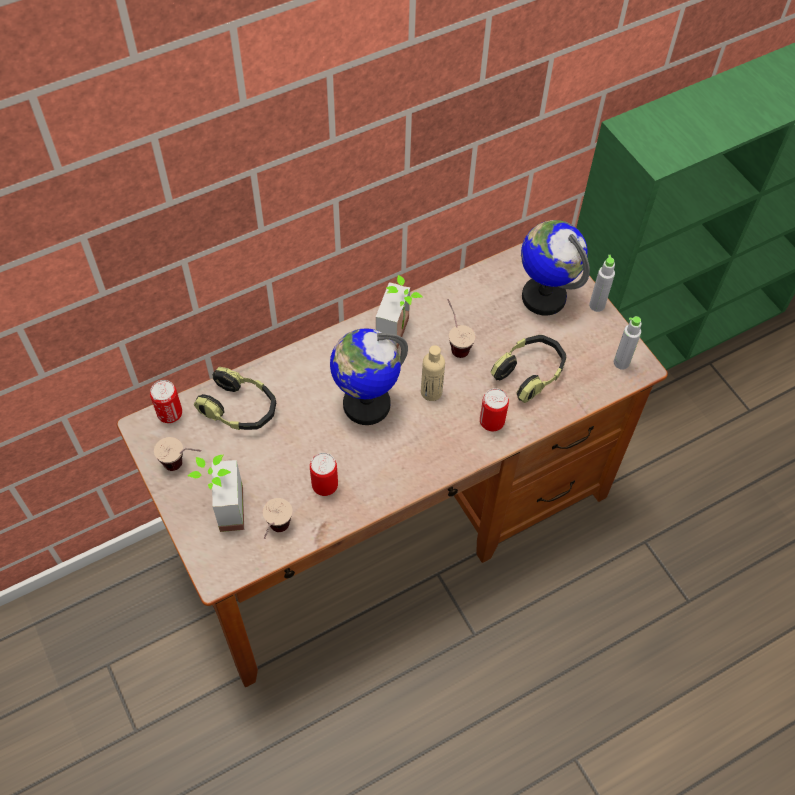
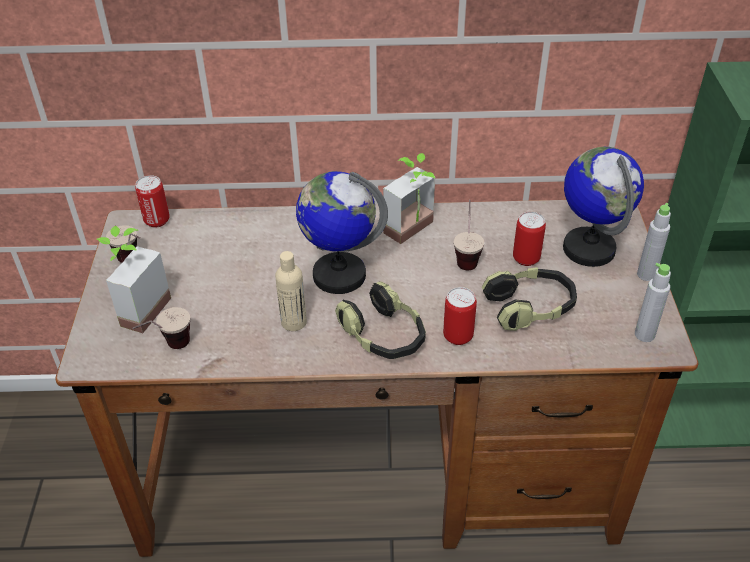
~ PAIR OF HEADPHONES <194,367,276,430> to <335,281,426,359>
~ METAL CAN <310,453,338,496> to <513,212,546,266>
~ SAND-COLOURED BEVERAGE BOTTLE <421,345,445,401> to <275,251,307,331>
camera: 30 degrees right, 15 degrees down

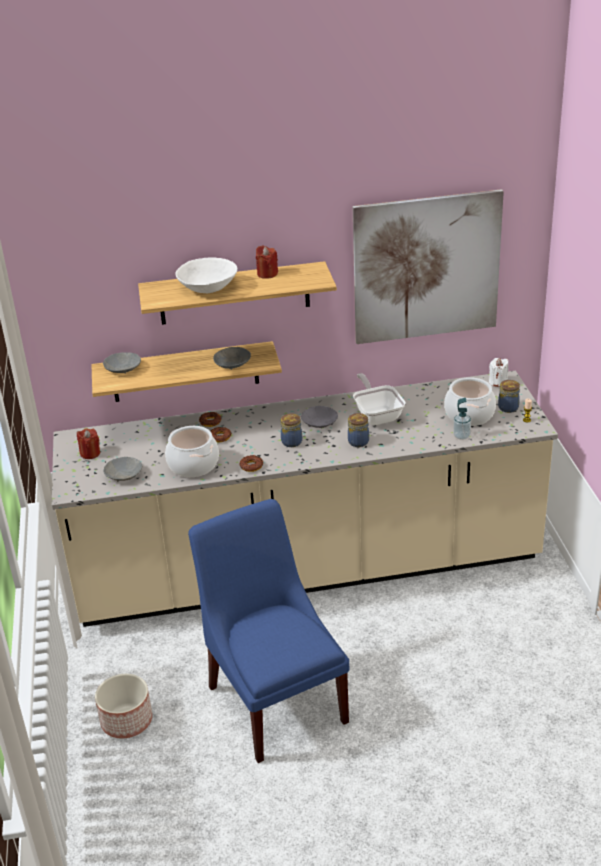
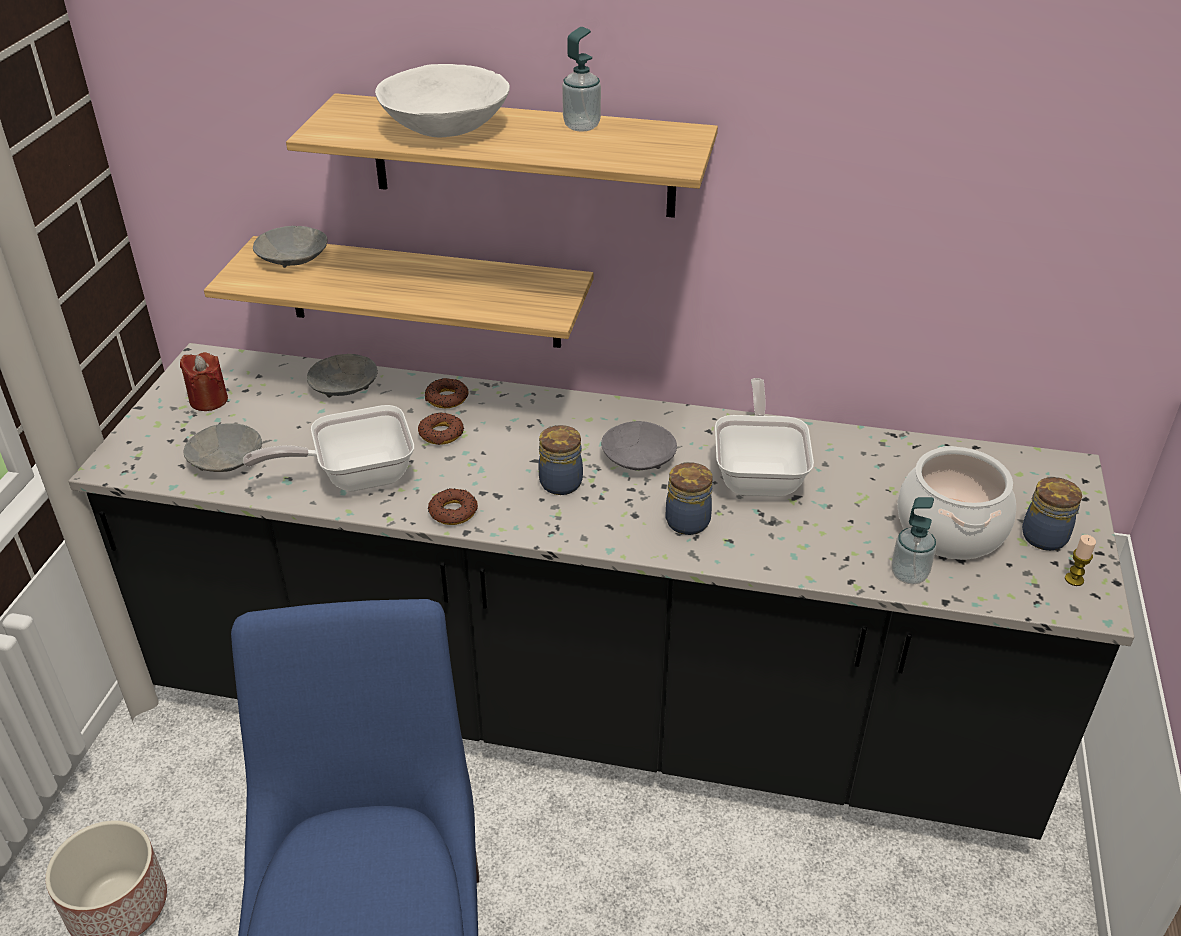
- WALL ART <353,189,504,344>
- WHITISH WAX CANDLE <489,358,508,387>
~ GREY BOWL <213,347,251,370> to <307,354,378,398>
~ SAUCEPOT <165,426,219,477> to SKILLET <243,405,414,491>
~ RED-COLOURED WAX CANDLE <256,245,278,279> to SOAP DISPENSER <562,27,601,132>
~ SAND-COLOURED KITCHEN BASE UNIT <52,371,558,627> to BLACK KITCHEN BASE UNIT <68,343,1134,840>
camera: 20 degrees right, 5 degrees up

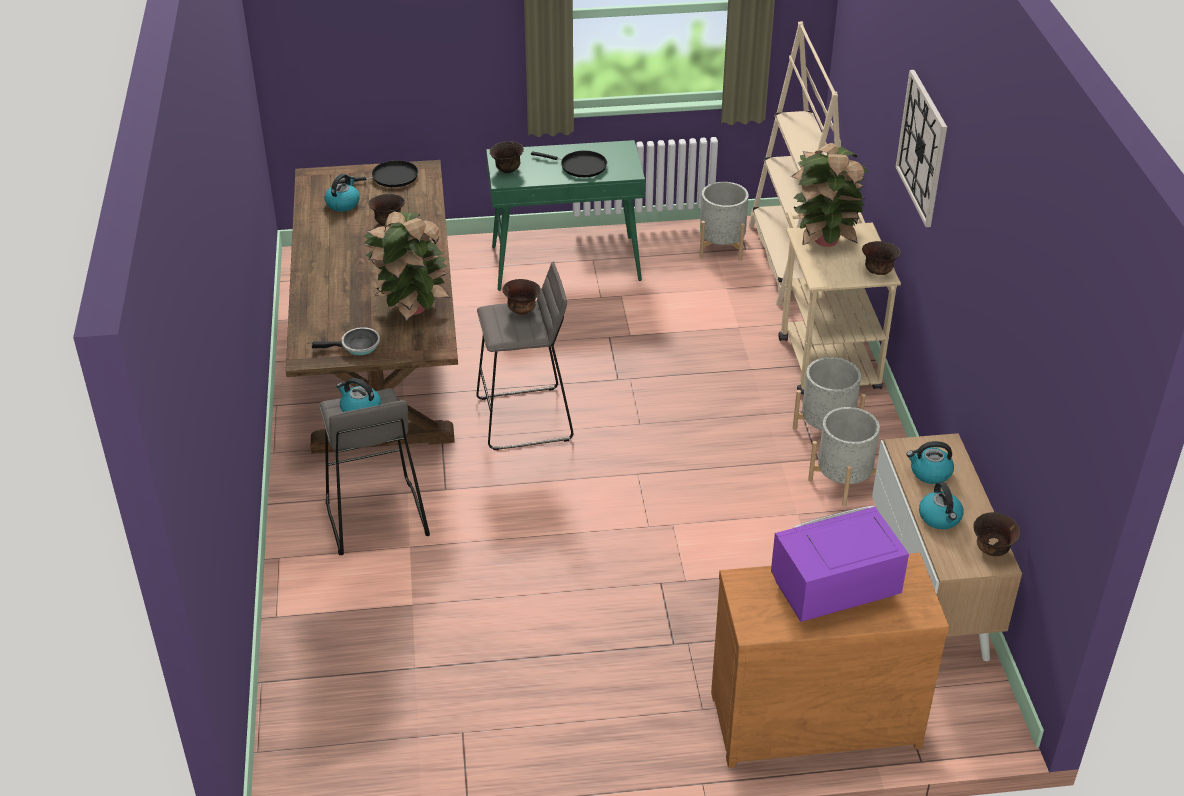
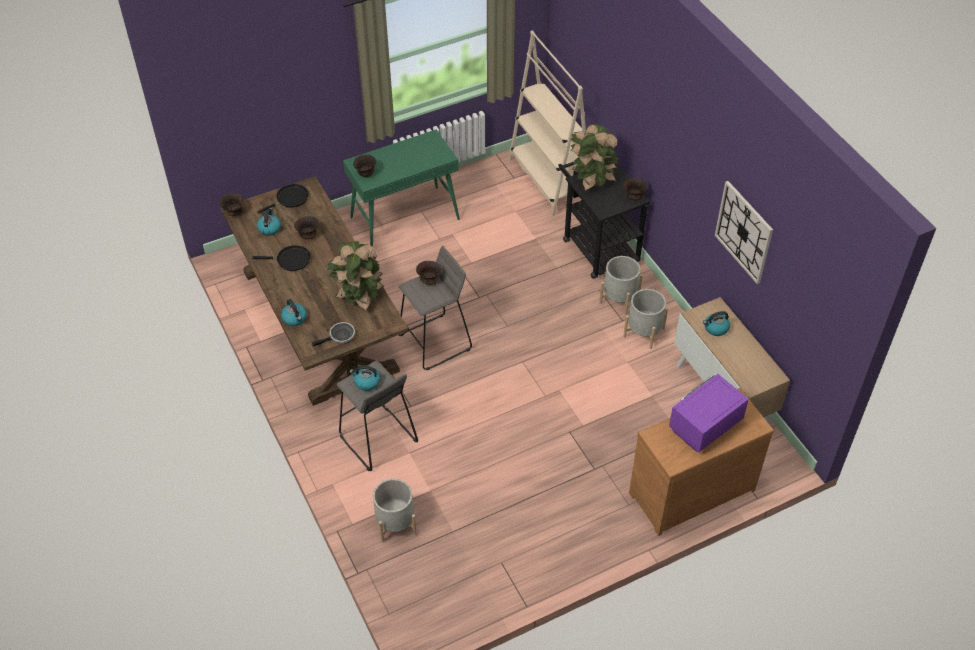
~ BLACK SKILLET <531,151,607,177> to <252,245,311,271>
~ GREY PLANT POT <699,182,749,261> to <373,478,417,542>
~ CLOCK ON THE WALL <895,70,947,227> to <715,181,773,284>
~ TEA KETTLE <919,482,964,529> to <281,299,307,326>
~ BROWN BOWL <973,512,1020,556> to <219,193,244,216>
~ SAND-COLOURED CART <778,212,901,394> to BLACK CART <559,162,651,279>
camera: 20 degrees left, 10 degrees up

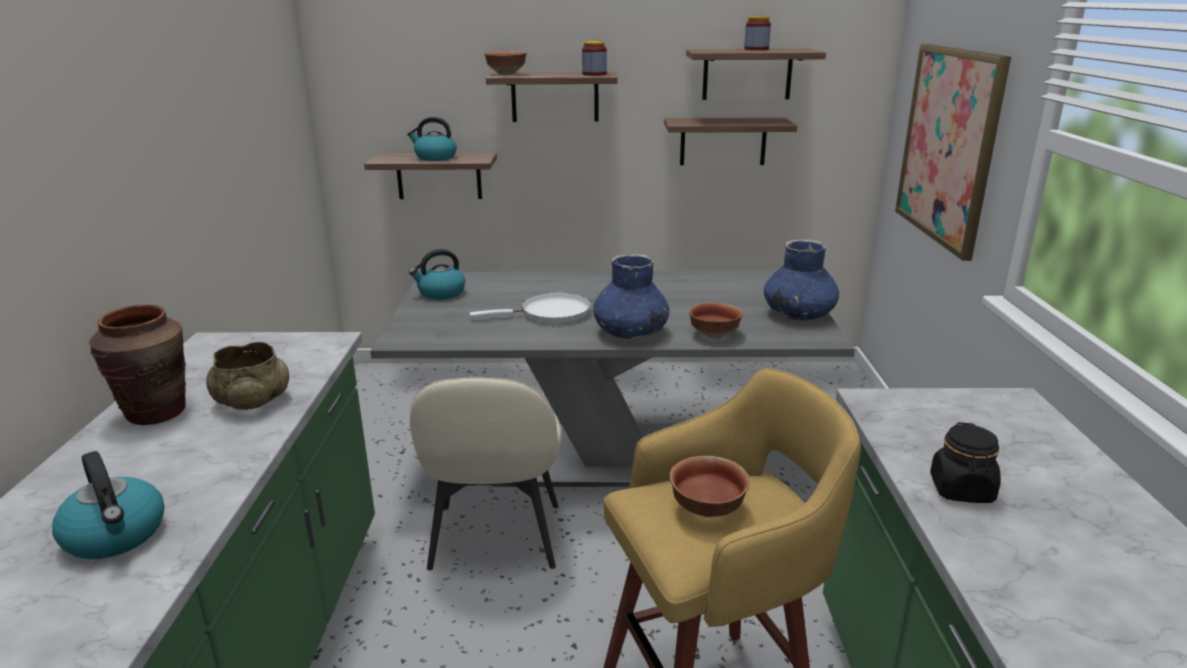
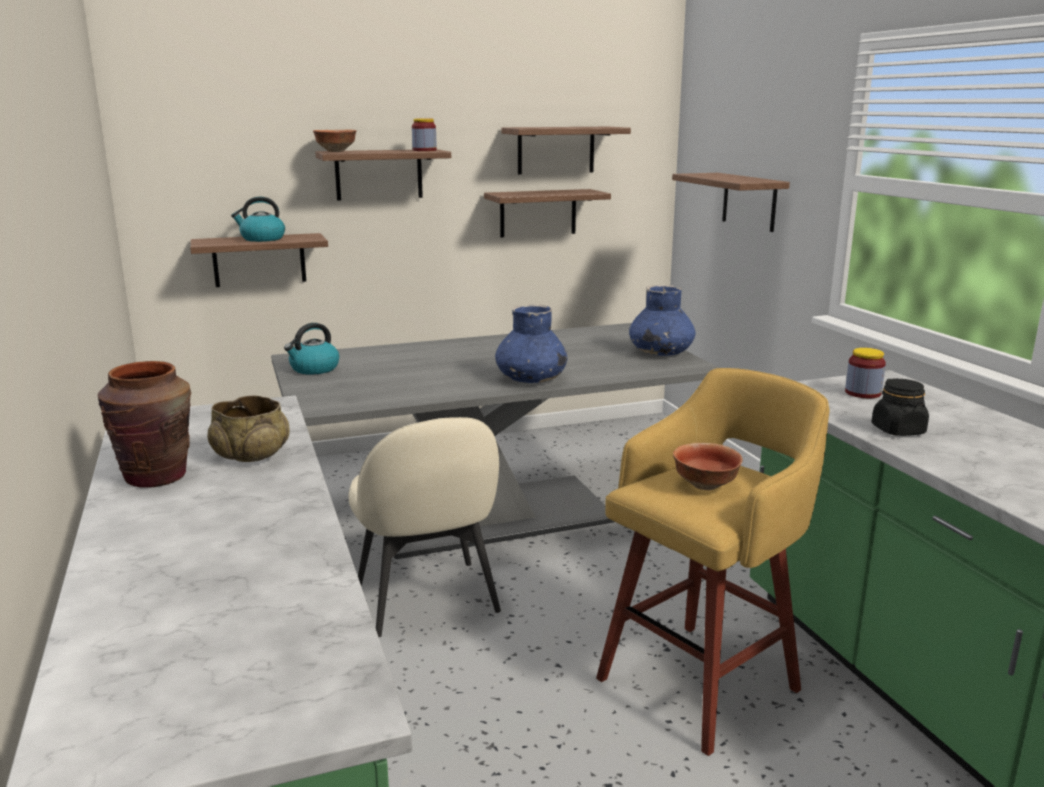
- TEA KETTLE <52,451,164,559>
- WHITISH SKILLET <470,292,591,323>
- BOWL <689,302,743,339>
~ STORAGE JAR <744,16,771,50> to <845,348,886,398>
~ WALL ART <895,44,1011,261> to BRACKET SHELF <672,173,790,232>
camera: 20 degrees left, 5 degrees down

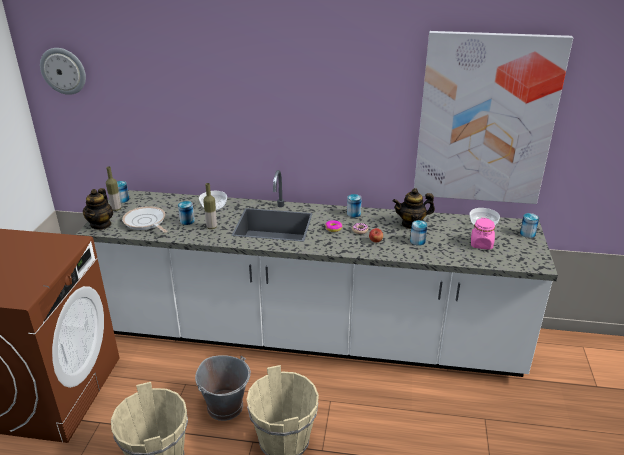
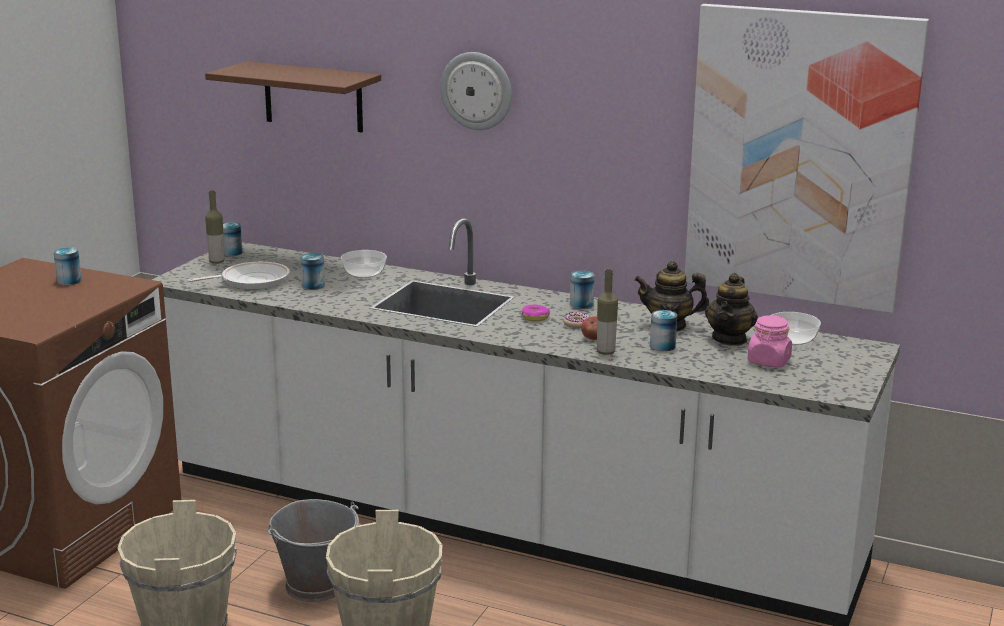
+ BROWN BRACKET SHELF <205,61,381,132>
~ CLOCK ON THE WALL <40,48,86,95> to <440,52,512,130>
~ TEA POT <83,188,113,230> to <705,273,758,346>
~ BEVERAGE BOTTLE <203,183,217,229> to <597,269,618,355>
~ METAL CAN <520,213,539,238> to <54,247,82,285>
~ SKILLET <122,206,168,233> = <188,262,290,290> 90 degrees clockwise
camera: 15 degrees right, 10 degrees down

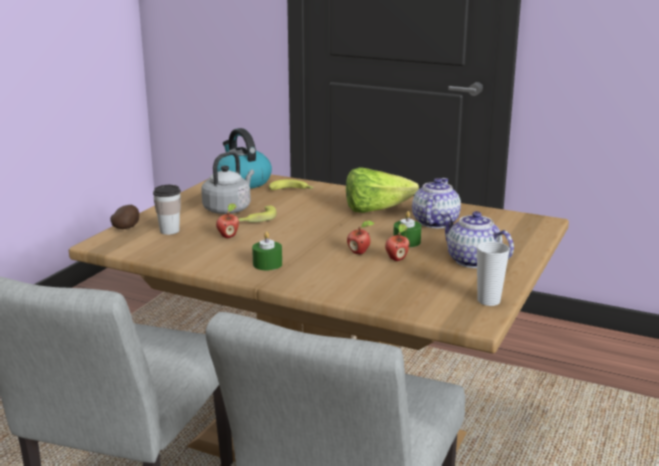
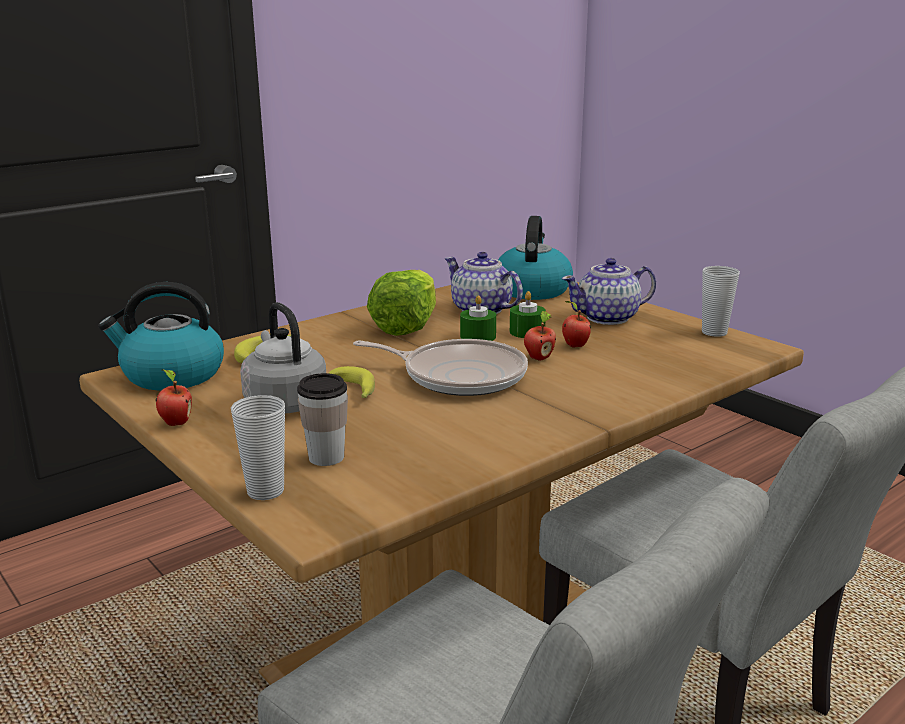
+ SKILLET <353,339,528,396>
+ TEA KETTLE <498,216,573,300>
~ APPLE FRUIT <216,203,239,238> to <156,369,192,426>
~ GREEN WAX CANDLE <252,232,282,270> to <460,295,496,341>
~ SPUD <110,205,139,229> to DRINKING CUP <231,395,285,500>
camera: 65 degrees left, 0 degrees up

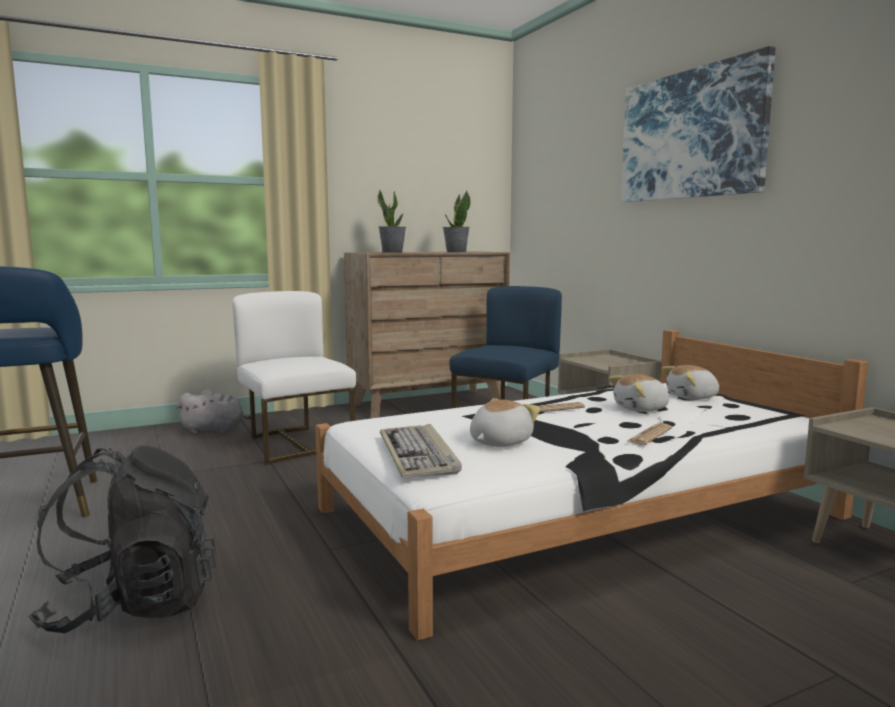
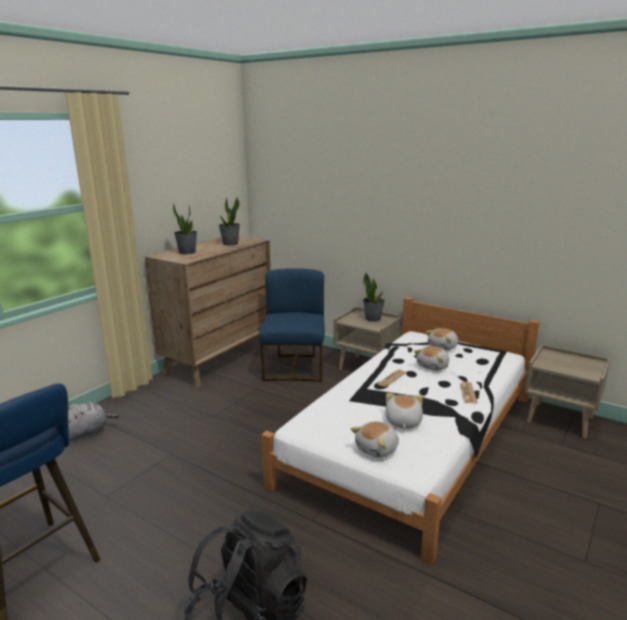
- WHITISH CHAIR <232,291,356,465>
- WALL ART <621,46,776,202>
+ PLANT IN A POT <363,273,385,322>
~ PC KEYBOARD <380,424,462,478> to CUDDLY TOY <351,421,399,458>
camera: 30 degrees left, 10 degrees up

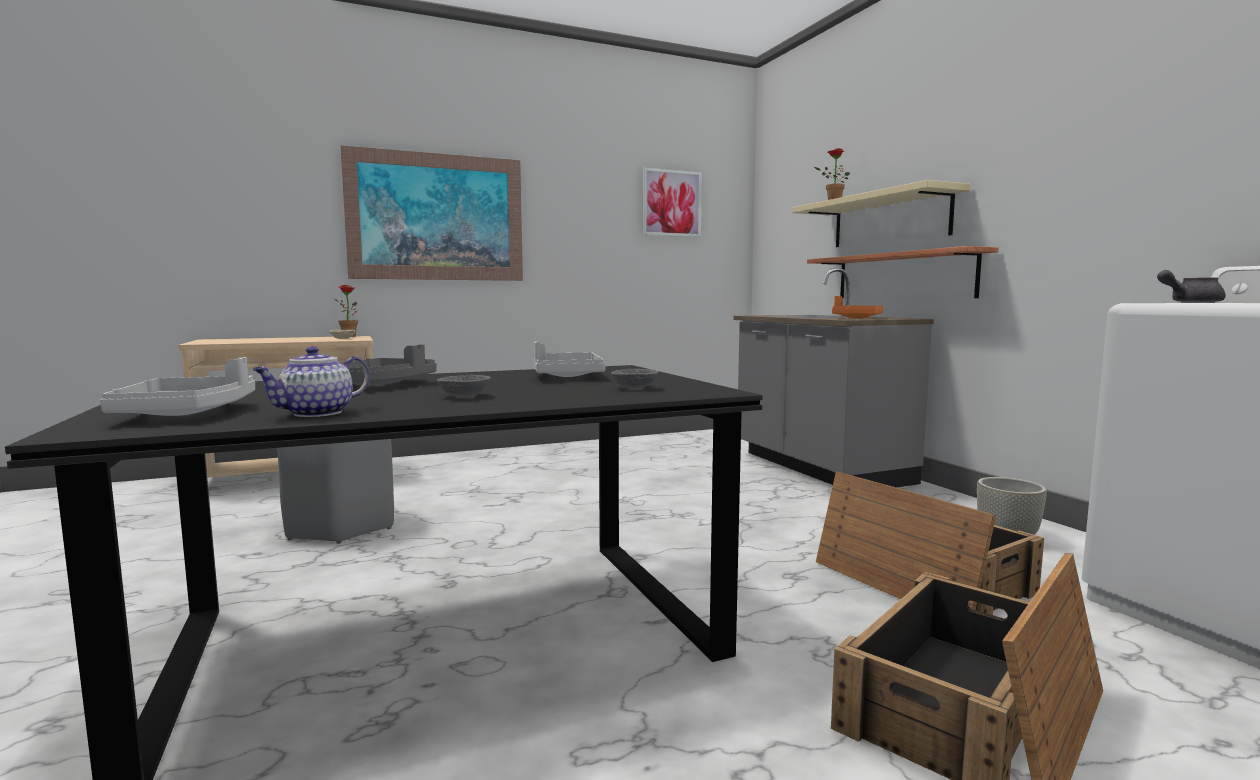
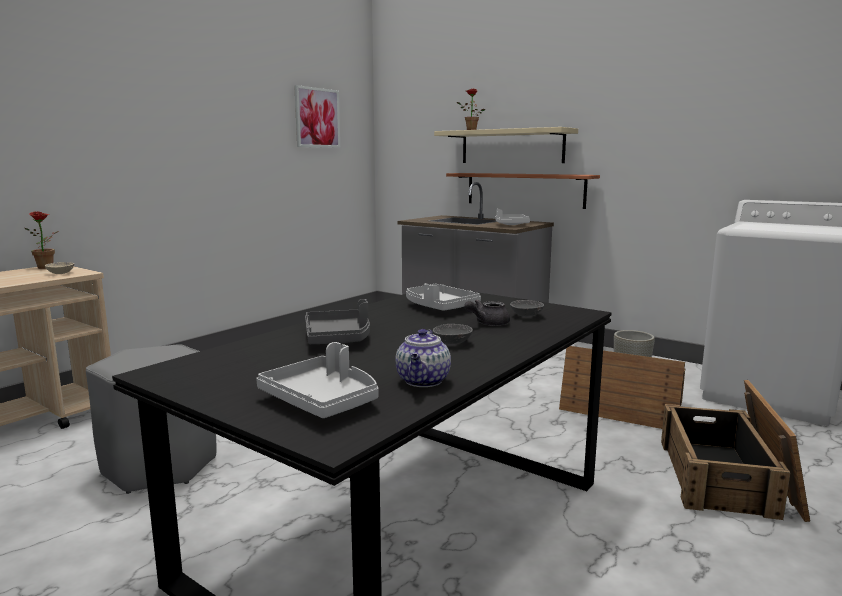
- WALL ART <341,145,523,281>
~ GREY TEA POT <1157,270,1225,303> to <464,300,510,326>
~ ORANGE-COLOURED CARRYING TRAY <832,296,883,319> to GREY CARRYING TRAY <496,209,530,225>
camera: 30 degrees left, 5 degrees up

